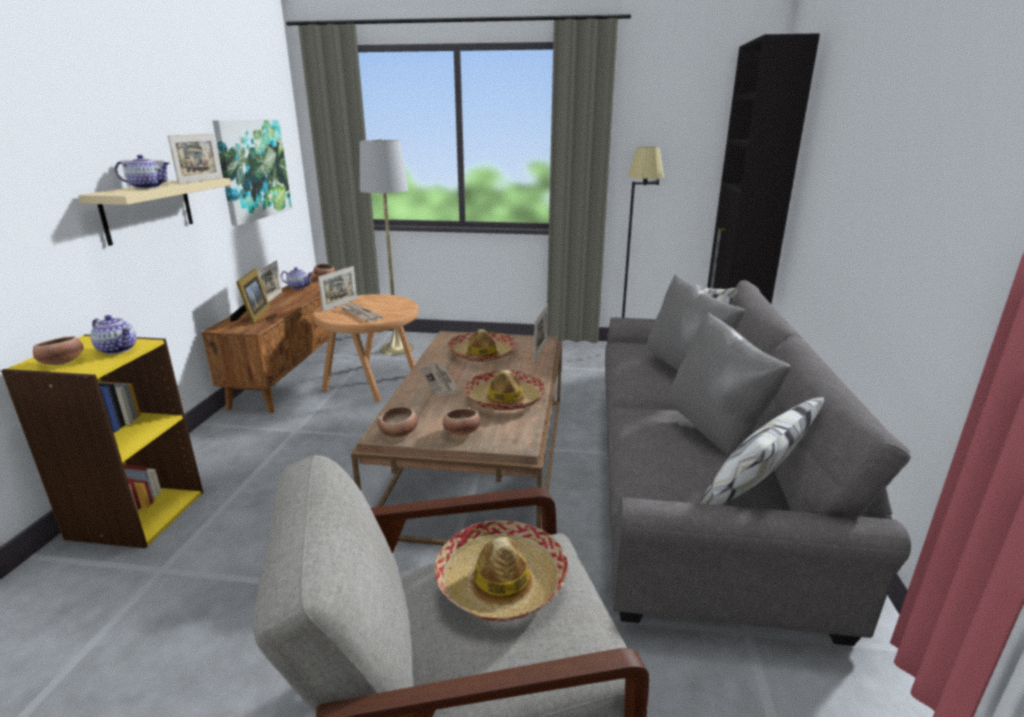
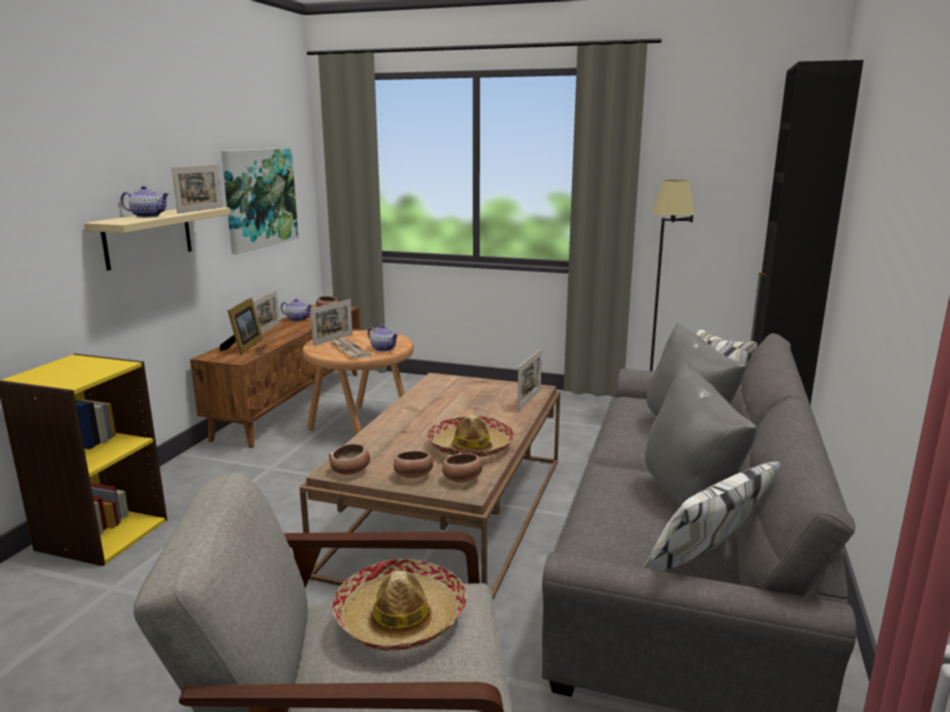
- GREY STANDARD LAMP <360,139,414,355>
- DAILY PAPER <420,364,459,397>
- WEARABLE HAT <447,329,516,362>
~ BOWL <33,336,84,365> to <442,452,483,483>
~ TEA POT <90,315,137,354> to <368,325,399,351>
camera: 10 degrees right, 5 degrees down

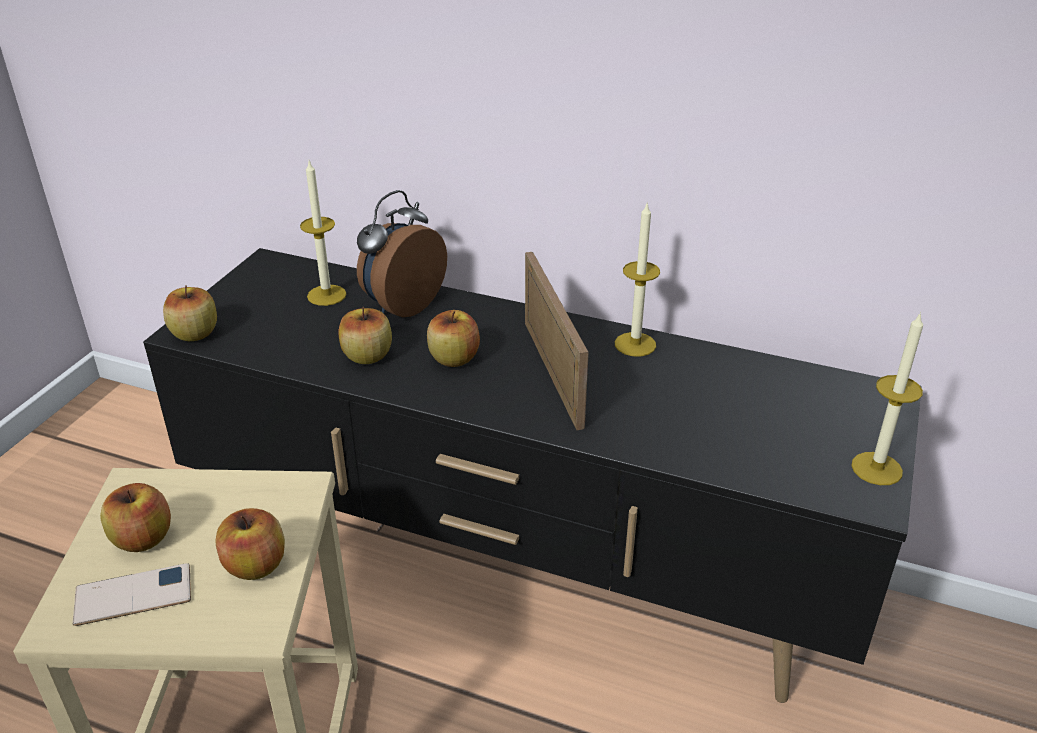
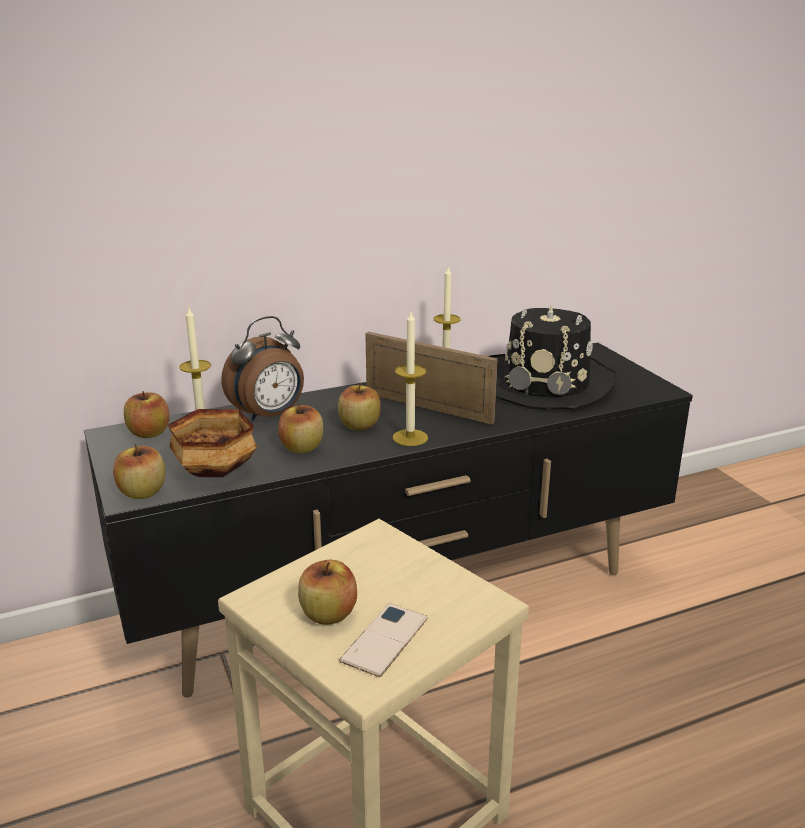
+ BOWL <168,409,257,477>
+ BLACK WEARABLE HAT <488,306,617,410>
~ APPLE FRUIT <216,508,285,580> to <124,391,169,438>
~ WAX CANDLE <852,312,923,485> to <393,312,428,446>
~ BEDSIDE CLOCK <357,190,447,317> = <221,316,304,423> 120 degrees counterclockwise
camera: 45 degrees left, 10 degrees down

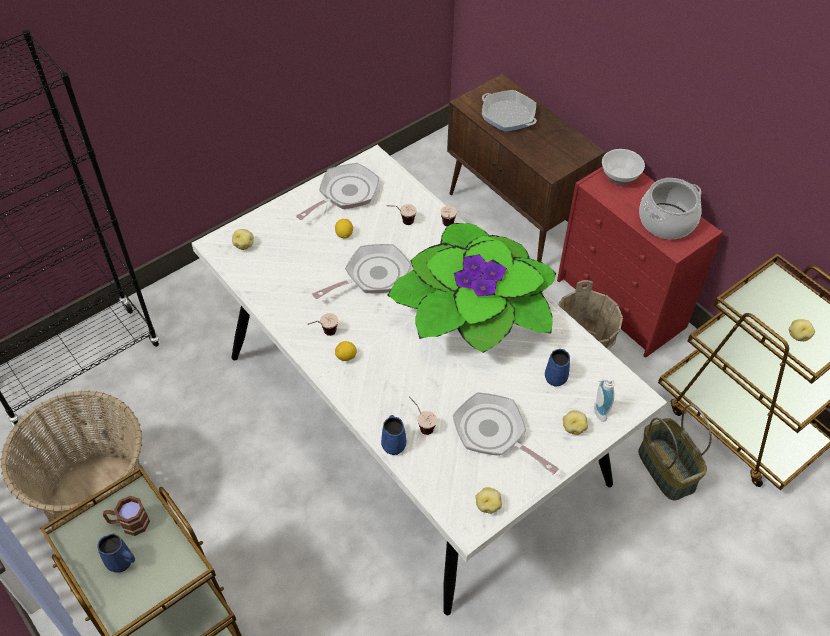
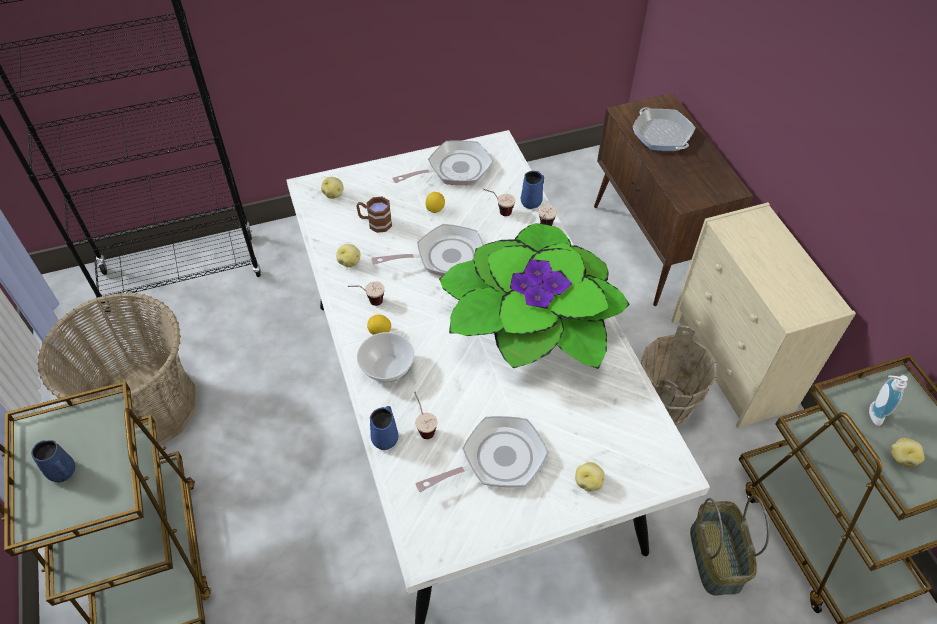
- SAUCEPOT <639,178,702,239>
~ BROWN COFFEE MUG <103,496,150,536> to <356,197,392,233>
~ SPUD <475,487,502,514> to <336,244,360,267>
~ BLUE COFFEE MUG <545,349,570,387> to <521,171,544,209>
~ SOAP DISPENSER <594,376,615,422> to <869,375,908,426>
~ BOWL <602,149,645,185> to <357,332,414,382>
~ RED-COLOURED DRESSER <557,166,723,358> to SAND-COLOURED DRESSER <671,202,856,428>
~ SKILLET <453,392,559,475> = <415,416,549,492> 90 degrees clockwise
camera: 20 degrees right, 0 degrees up

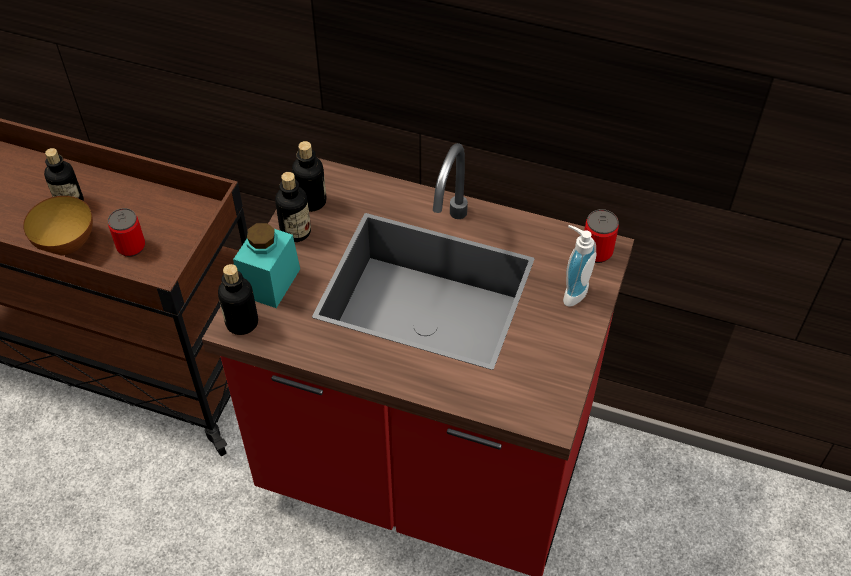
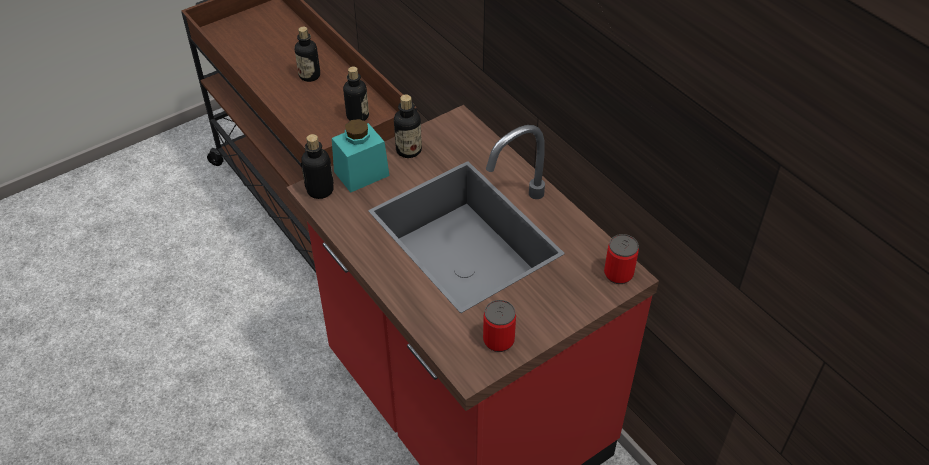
- BOWL <23,196,93,255>
- SOAP DISPENSER <563,225,596,307>
~ METAL CAN <108,208,145,257> to <483,300,516,352>
~ BEVERAGE BOTTLE <292,141,327,212> to <343,66,369,121>
camera: 35 degrees right, 5 degrees down

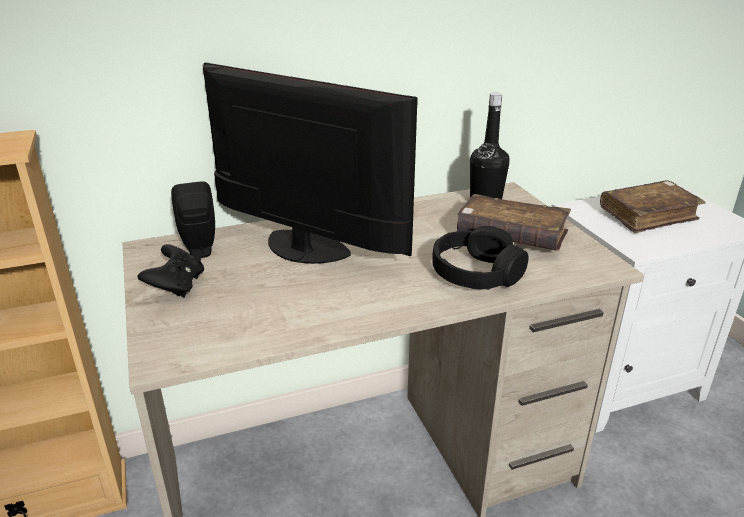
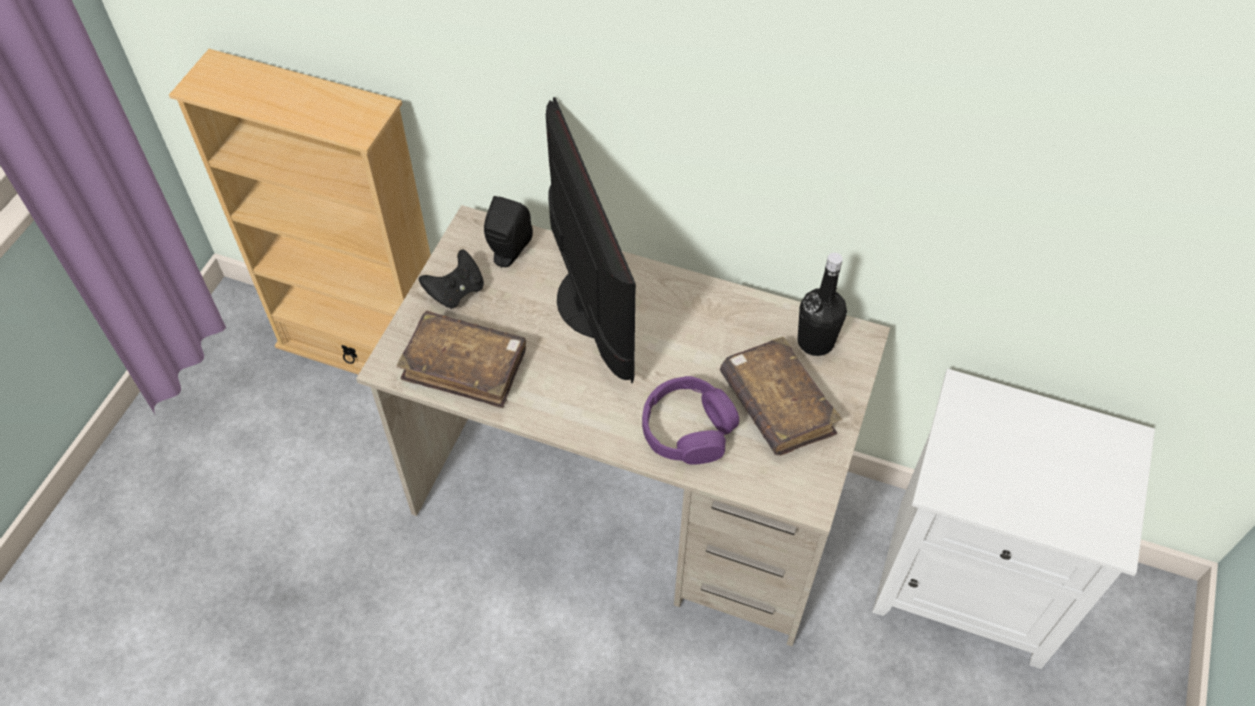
~ BROWN BOUND BOOK <600,180,706,233> to <397,311,526,408>
~ BLACK PAIR OF HEADPHONES <432,226,529,290> to PURPLE PAIR OF HEADPHONES <642,376,739,465>
camera: 40 degrees right, 25 degrees up

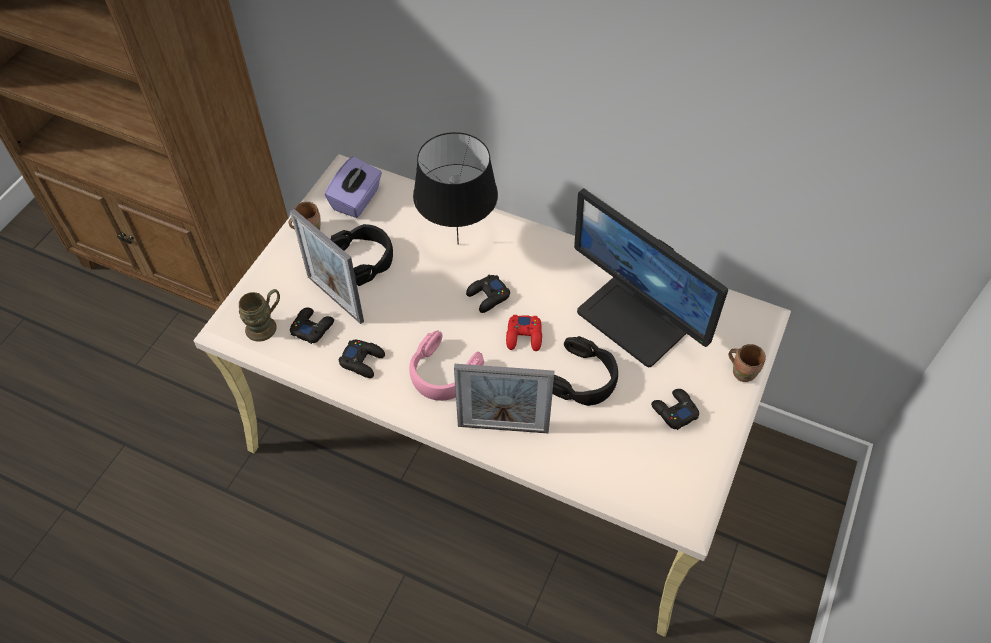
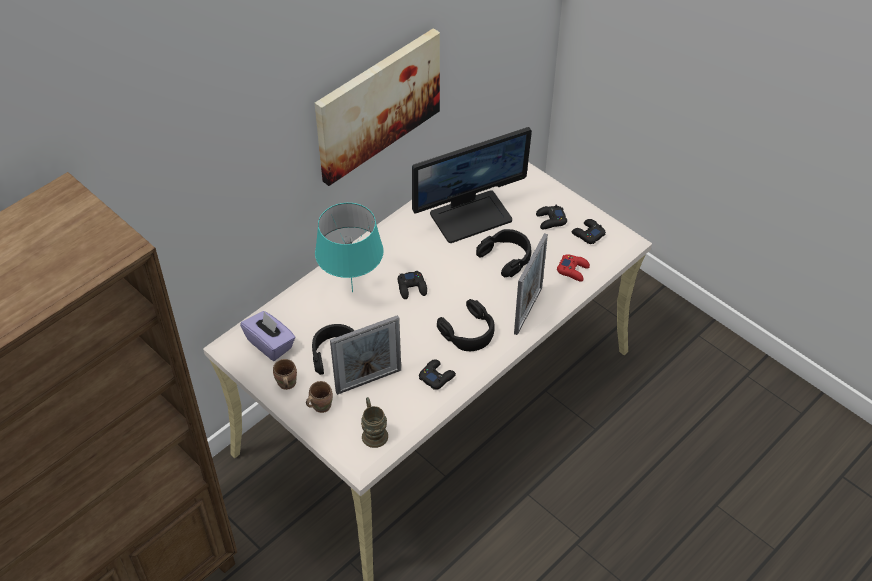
+ WALL ART <315,28,440,186>
~ BLACK GAME CONTROLLER <290,307,334,344> to <572,219,606,244>
~ RED-COLOURED GAME CONTROLLER <506,315,542,351> to <557,254,590,282>
~ BROWN COFFEE MUG <728,344,766,382> to <306,381,333,413>
~ PINKISH PAIR OF HEADPHONES <409,330,484,401> to BLACK PAIR OF HEADPHONES <437,299,495,351>
~ BLACK TABLETOP LAMP <413,132,498,245> to TURQUOISE TABLETOP LAMP <315,203,384,292>
camera: 70 degrees left, 5 degrees down

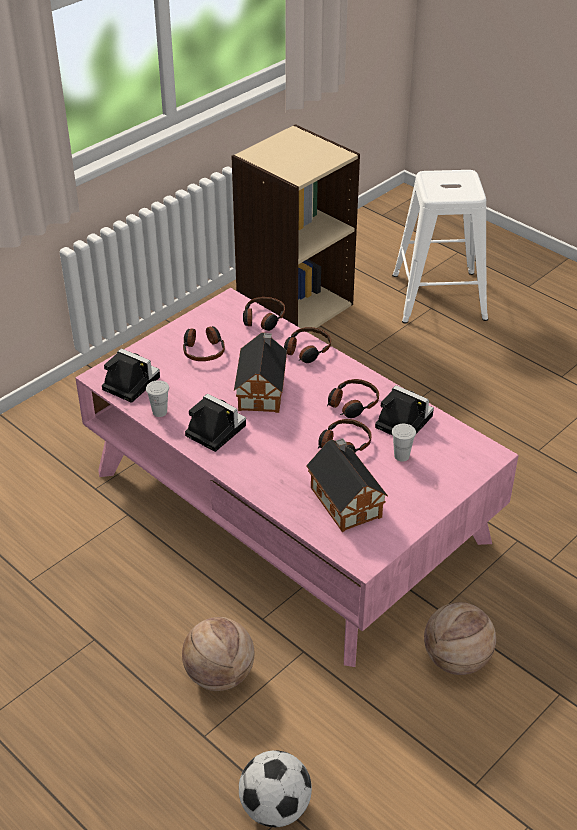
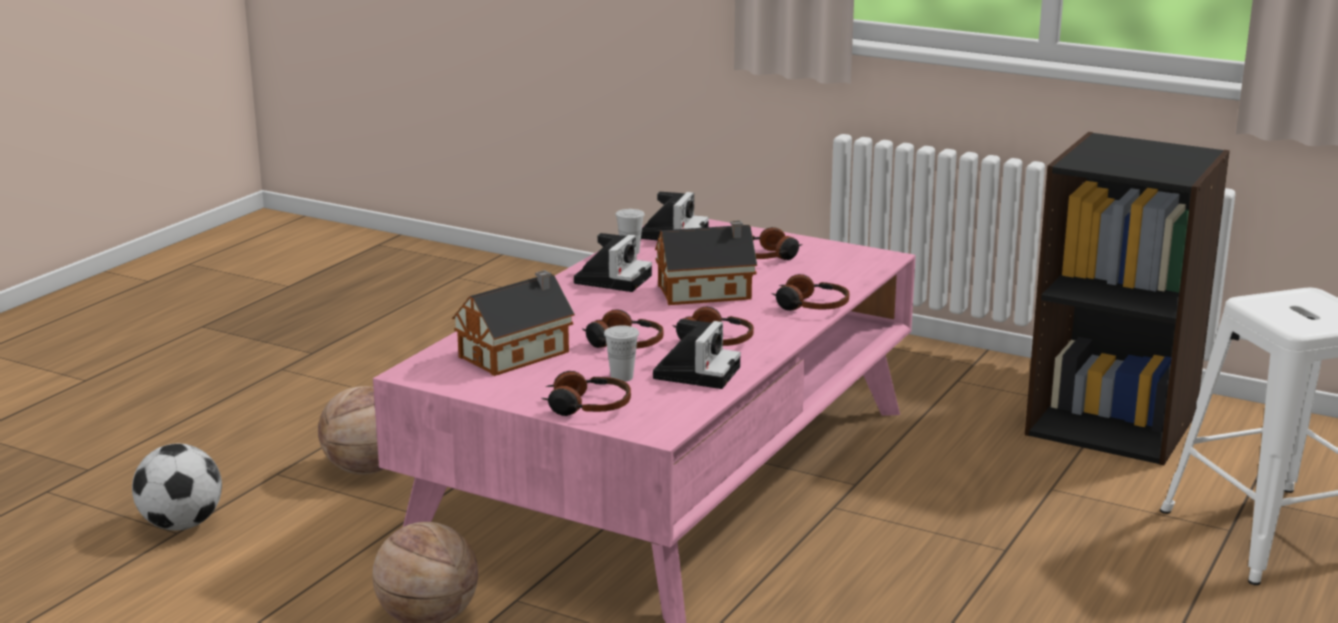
~ PAIR OF HEADPHONES <243,297,285,331> to <541,371,631,416>
~ SAND-COLOURED BOOKCASE <231,124,360,333> to BLACK BOOKCASE <1025,132,1230,465>
camera: 75 degrees right, 20 degrees down

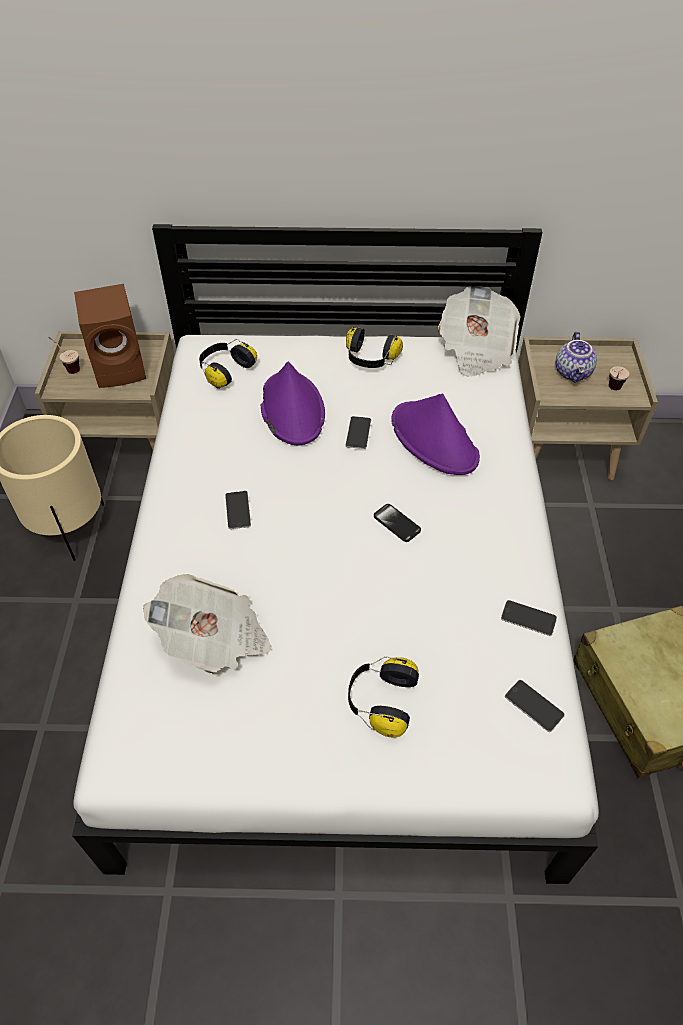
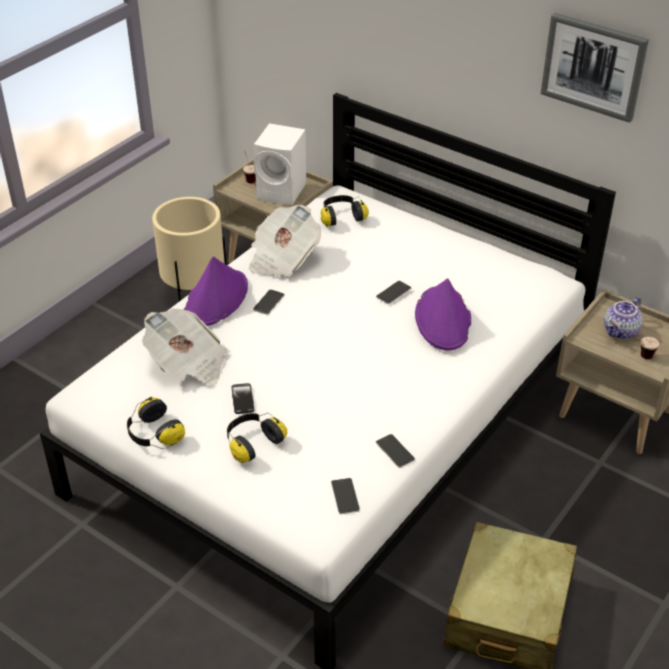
+ WALL ART <541,13,649,123>
~ PURPLE WEARABLE HAT <261,362,325,446> to <183,257,248,326>
~ PAIR OF HEADPHONES <346,326,403,368> to <127,397,185,449>
~ HANDSET <374,504,421,542> to <232,383,254,414>
~ DAILY PAPER <438,286,521,377> to <249,205,321,277>
~ BROWN AUDIO SPEAKER <74,284,146,388> to WHITISH AUDIO SPEAKER <253,123,306,205>
camera: 35 degrees right, 10 degrees down

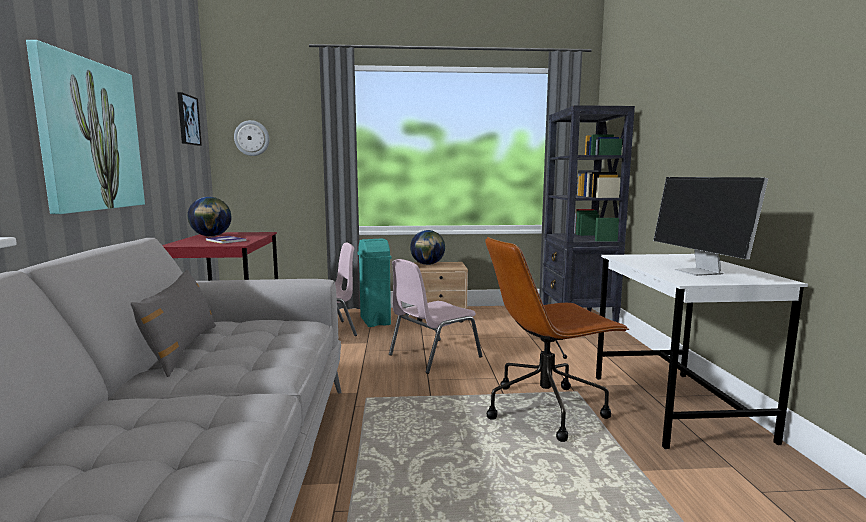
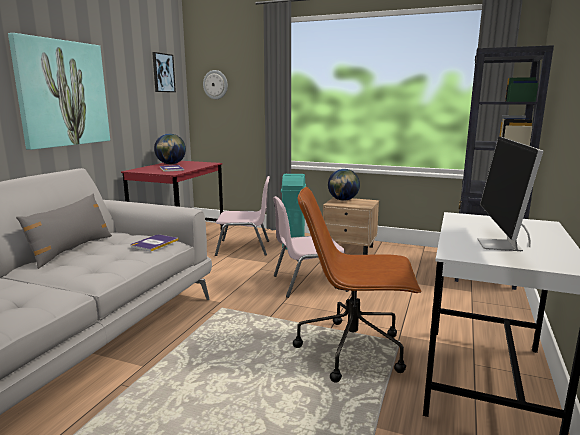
+ BOUND BOOK <130,234,179,252>
camera: 25 degrees right, 5 degrees up

